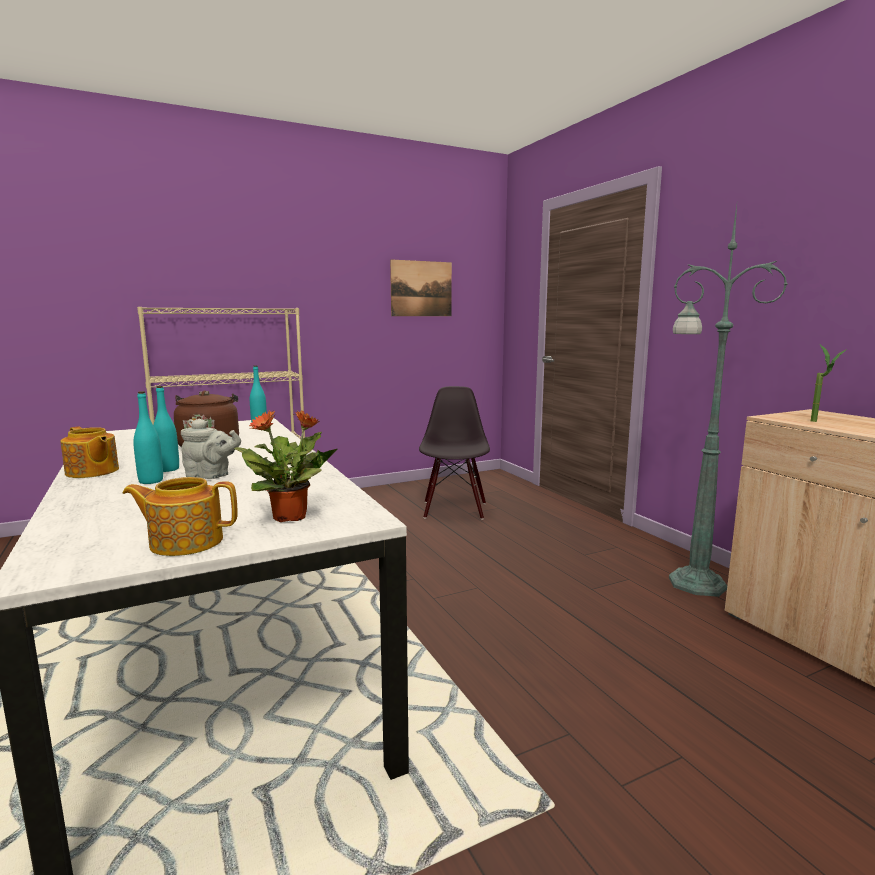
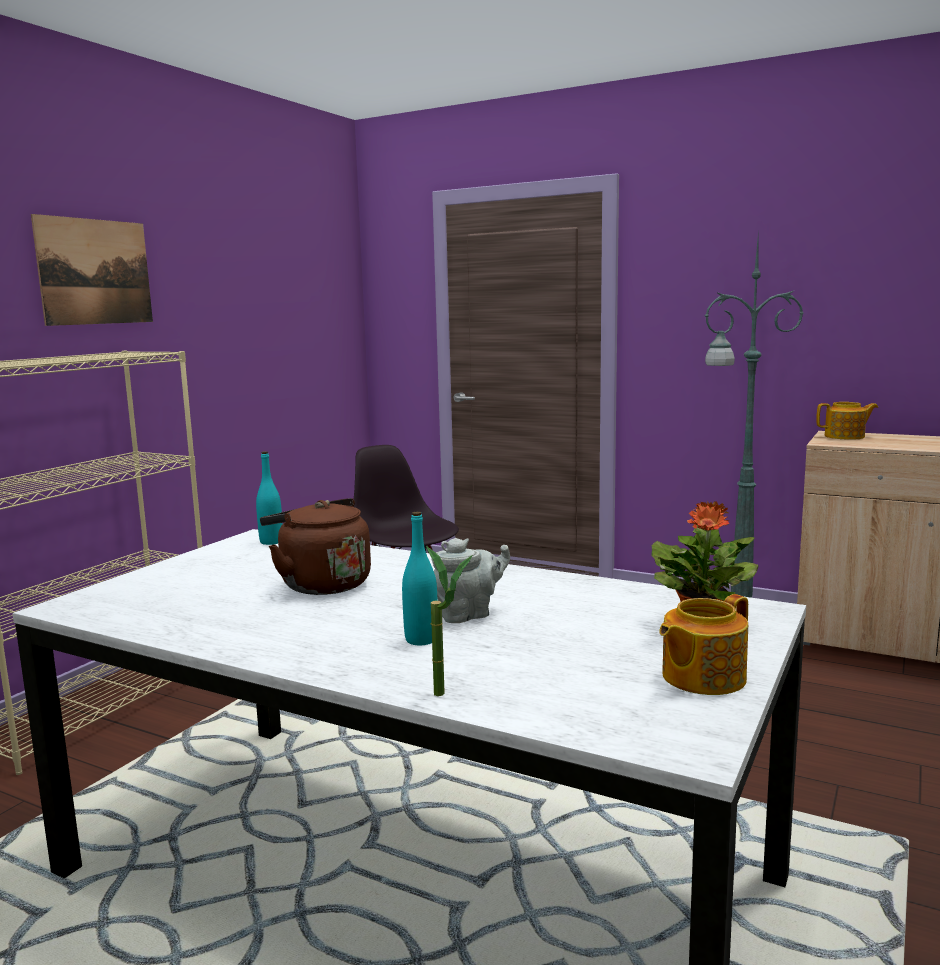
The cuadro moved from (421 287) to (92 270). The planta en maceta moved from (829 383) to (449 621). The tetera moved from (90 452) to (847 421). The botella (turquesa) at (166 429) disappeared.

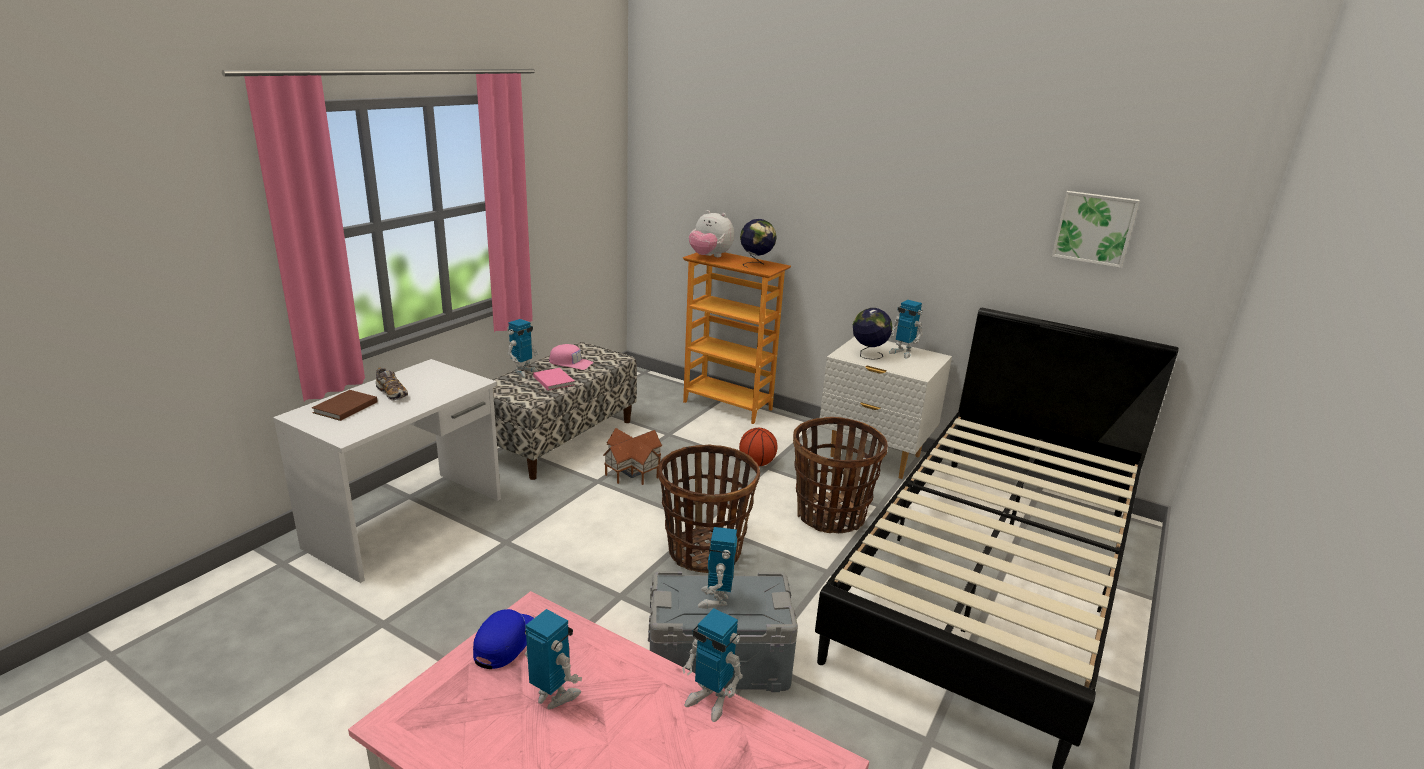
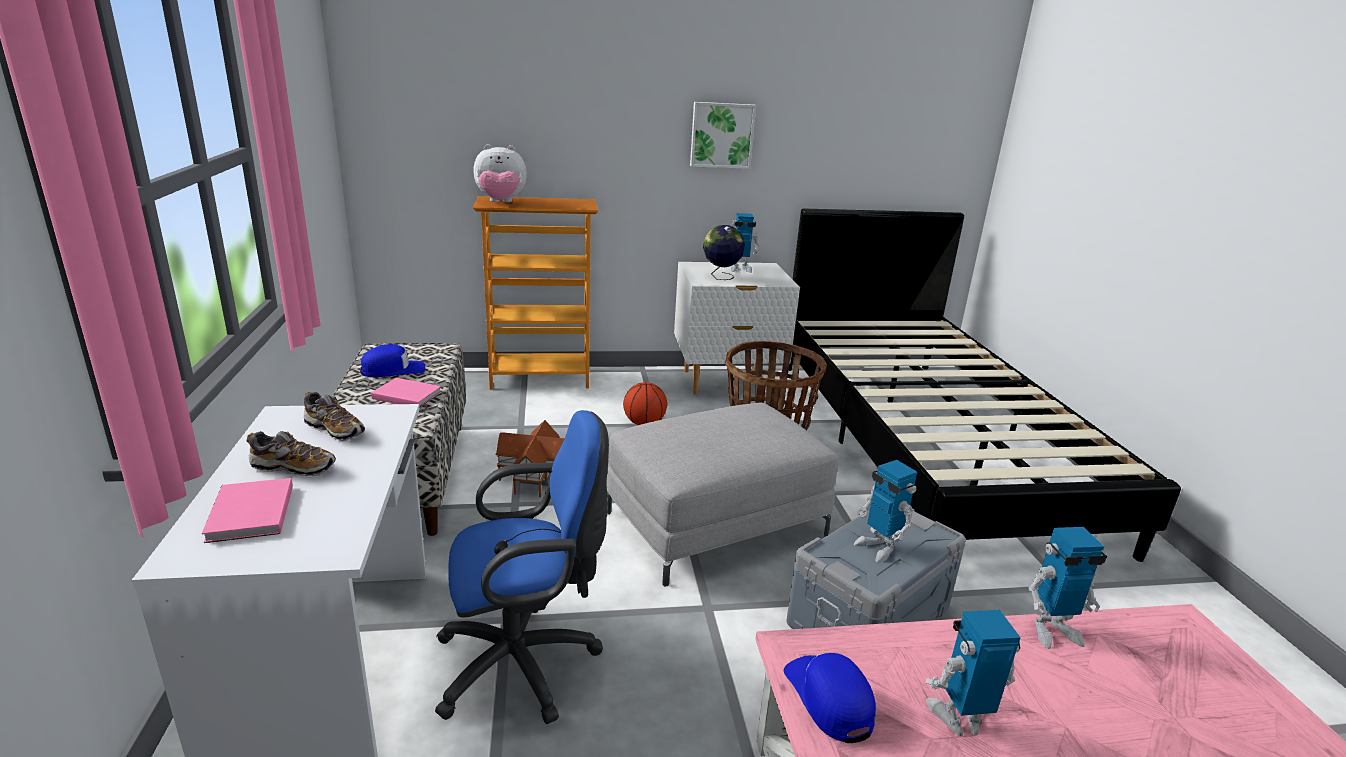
The libro (marrón) at (345 405) became the libro (rosa) at (247 510). The zapato at (334 416) appeared. The gorra (rosa) at (571 357) became the gorra (azul) at (392 360). The silla de oficina (azul) at (522 567) appeared. The cesta at (709 509) was replaced by the puf (gris) at (723 494). The cuadro moved from (1096 229) to (723 135). The robot de juguete at (522 348) disappeared. The globo terráqueo at (758 243) disappeared.

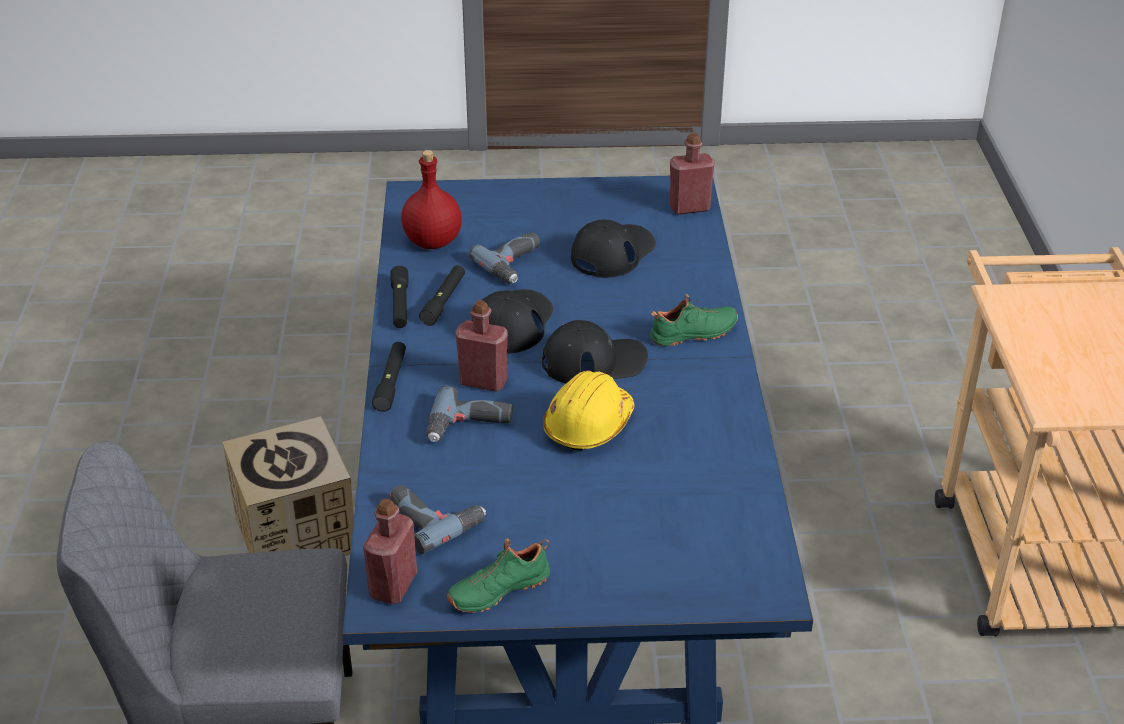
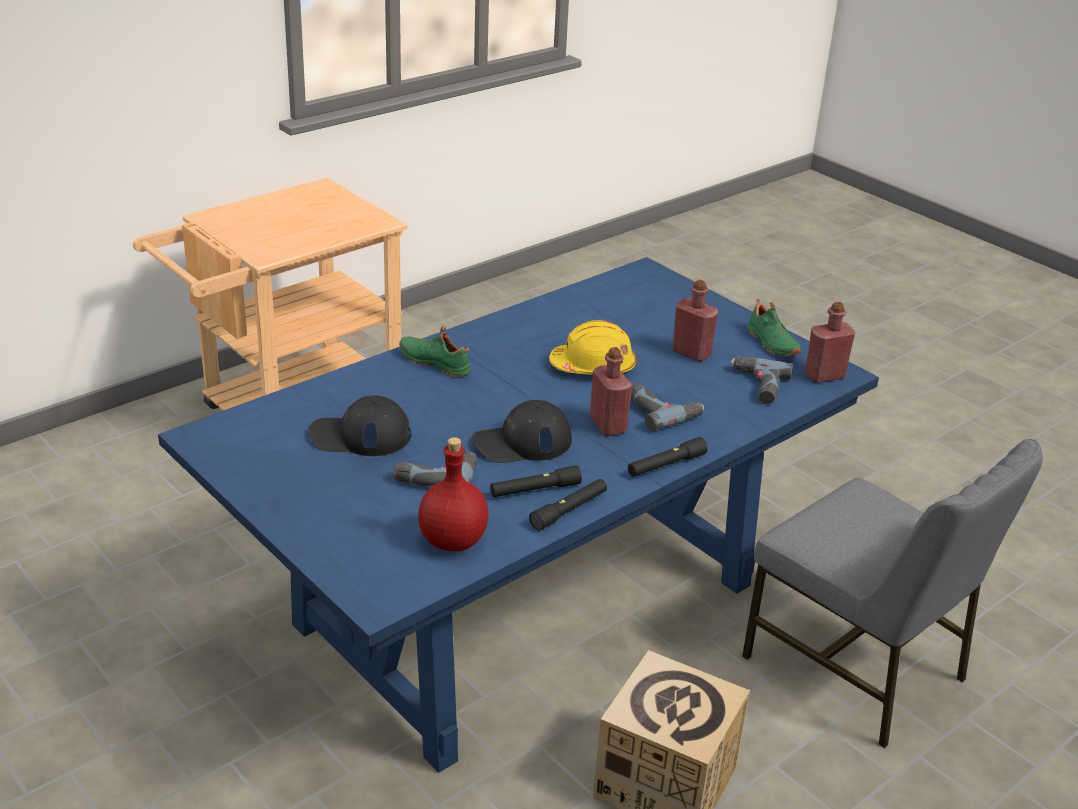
The botella (rojo) moved from (692 173) to (695 321). The zapato (verde) at (498 576) turned 45 degrees clockwise. The gorra (negro) at (595 352) disappeared.

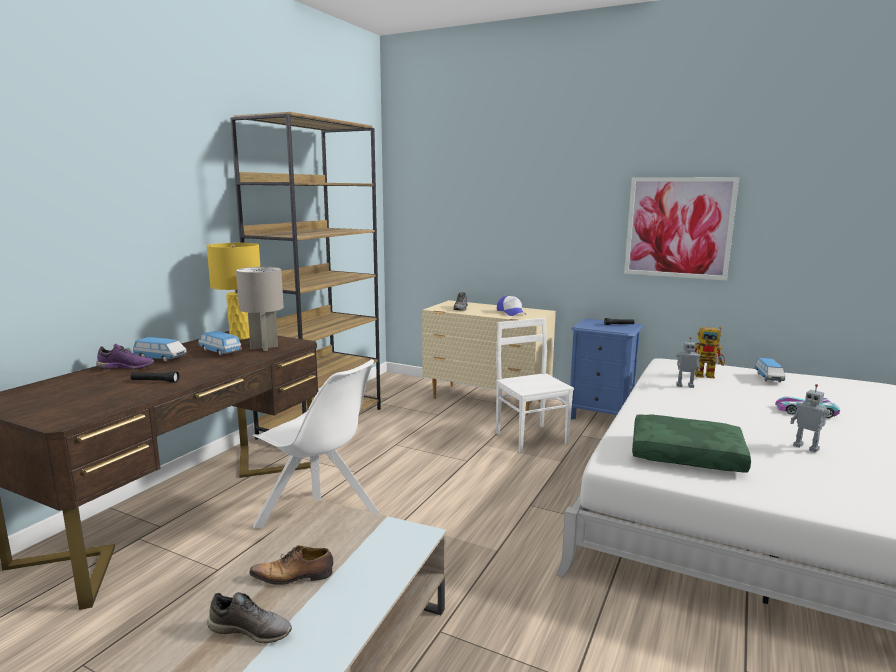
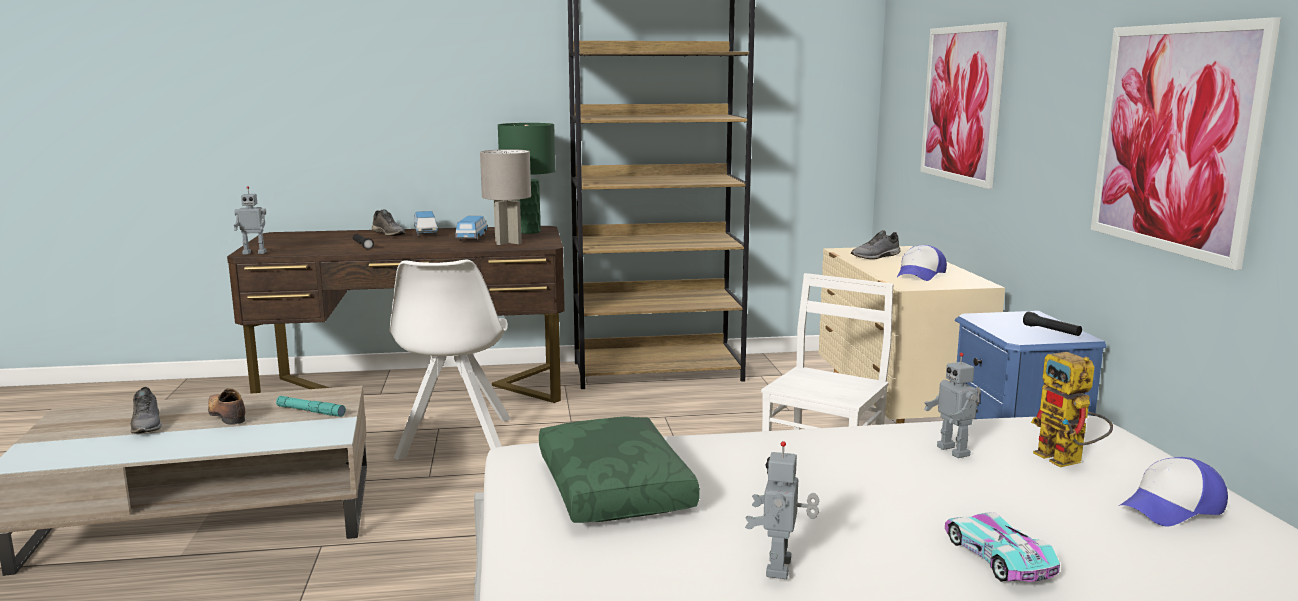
The robot de juguete at (250 220) appeared. The linterna (turquesa) at (311 406) appeared. The zapato (morado) at (125 356) became the zapato (gris) at (389 222). The lámpara de mesa (amarillo) at (233 291) became the lámpara de mesa (verde) at (526 178). The cuadro at (963 105) appeared. The coche de juguete at (770 370) was replaced by the gorra at (1173 492).

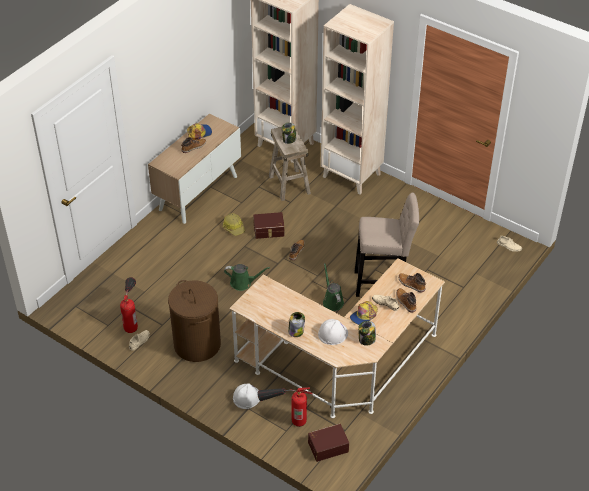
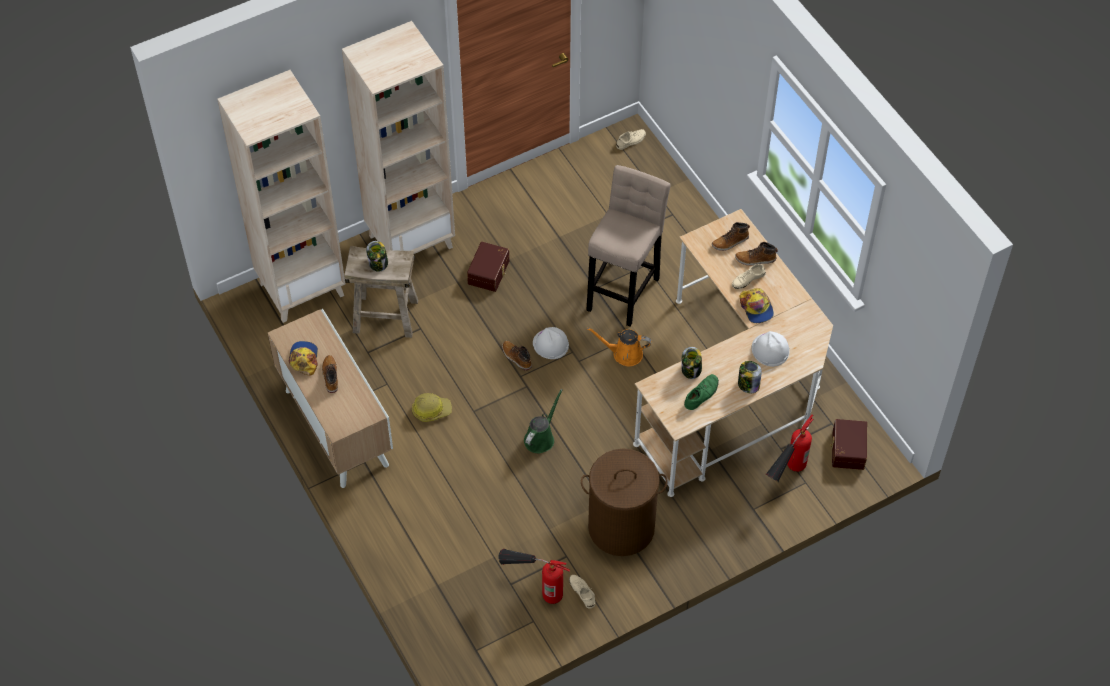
The caja de almacenaje (marrón) moved from (269 225) to (488 267). The casco (blanco) moved from (246 396) to (551 343). The regadera (verde) at (333 287) became the regadera (naranja) at (619 346). The tarro moved from (367 333) to (691 363). The zapato (verde) at (701 392) appeared.

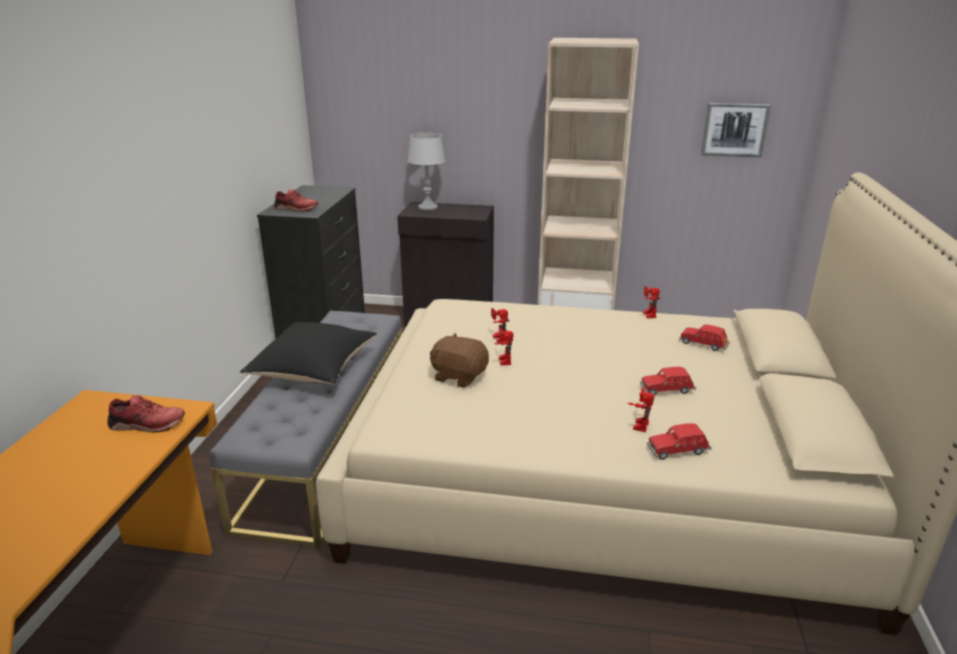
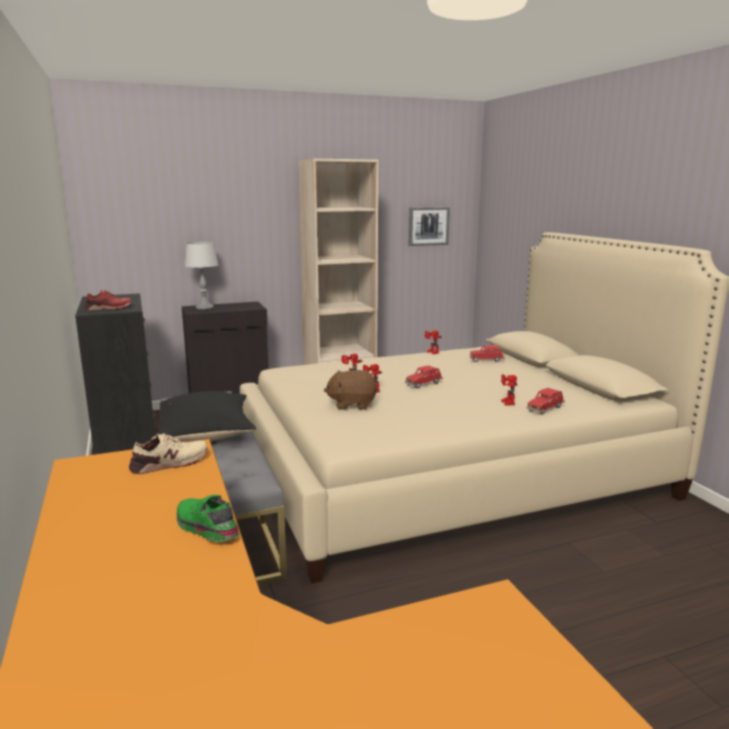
The zapato (rojo) at (146 414) became the zapato (beis) at (168 453). The zapato (verde) at (208 518) appeared. The coche de juguete (rojo) moved from (668 381) to (424 376).

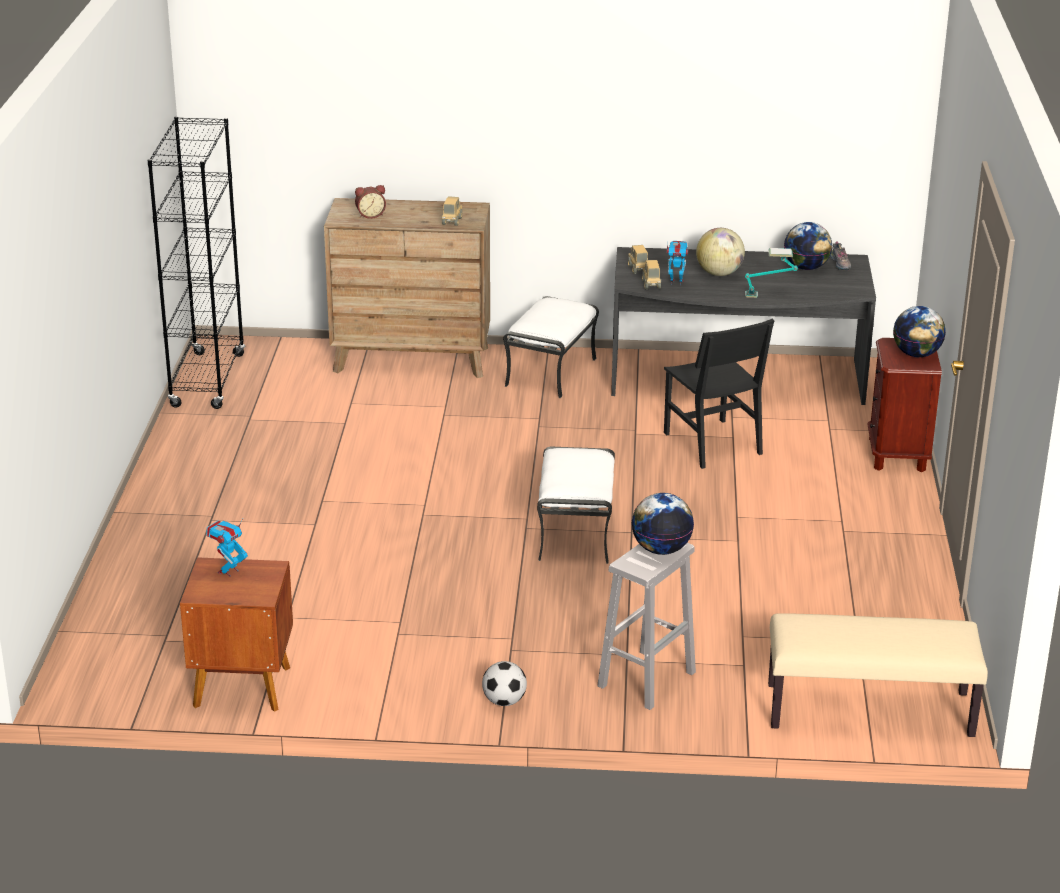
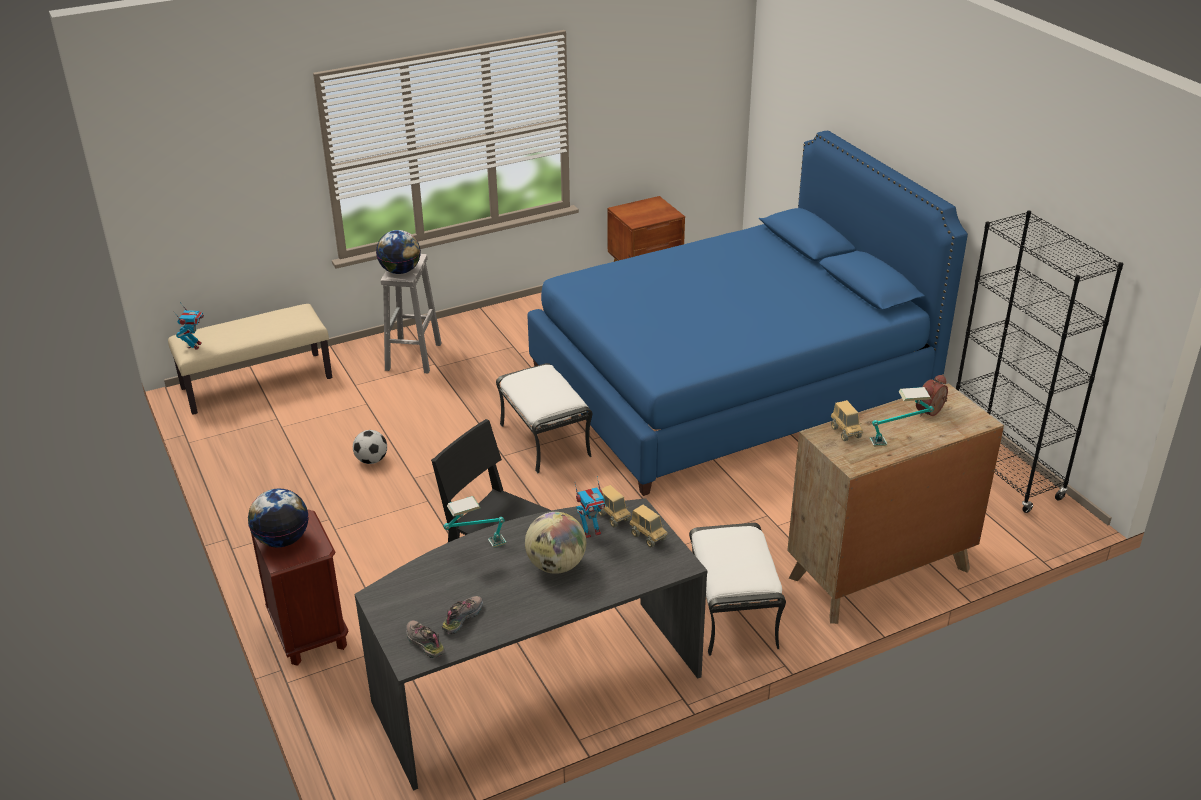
The robot de juguete moved from (227 548) to (189 326). The balón de fútbol moved from (504 683) to (370 447). The globo terráqueo at (808 246) was replaced by the zapato at (462 615). The cama (azul) at (747 313) appeared. The lámpara de mesa at (902 417) appeared.

